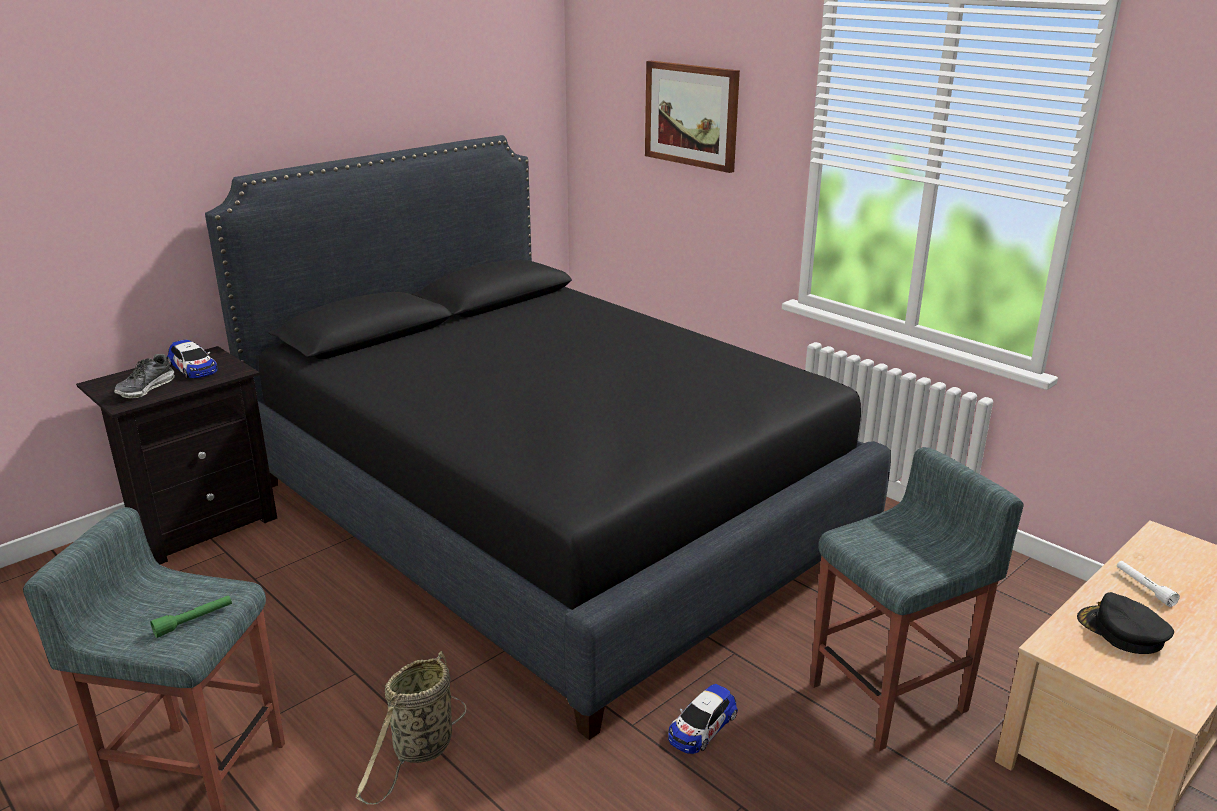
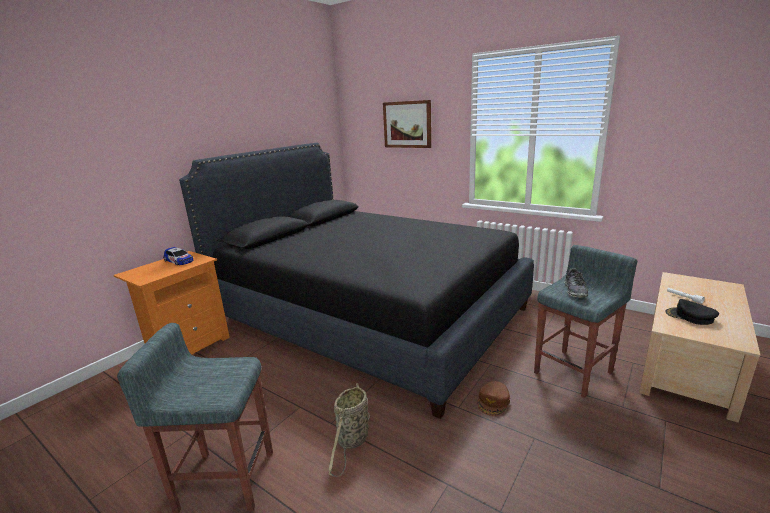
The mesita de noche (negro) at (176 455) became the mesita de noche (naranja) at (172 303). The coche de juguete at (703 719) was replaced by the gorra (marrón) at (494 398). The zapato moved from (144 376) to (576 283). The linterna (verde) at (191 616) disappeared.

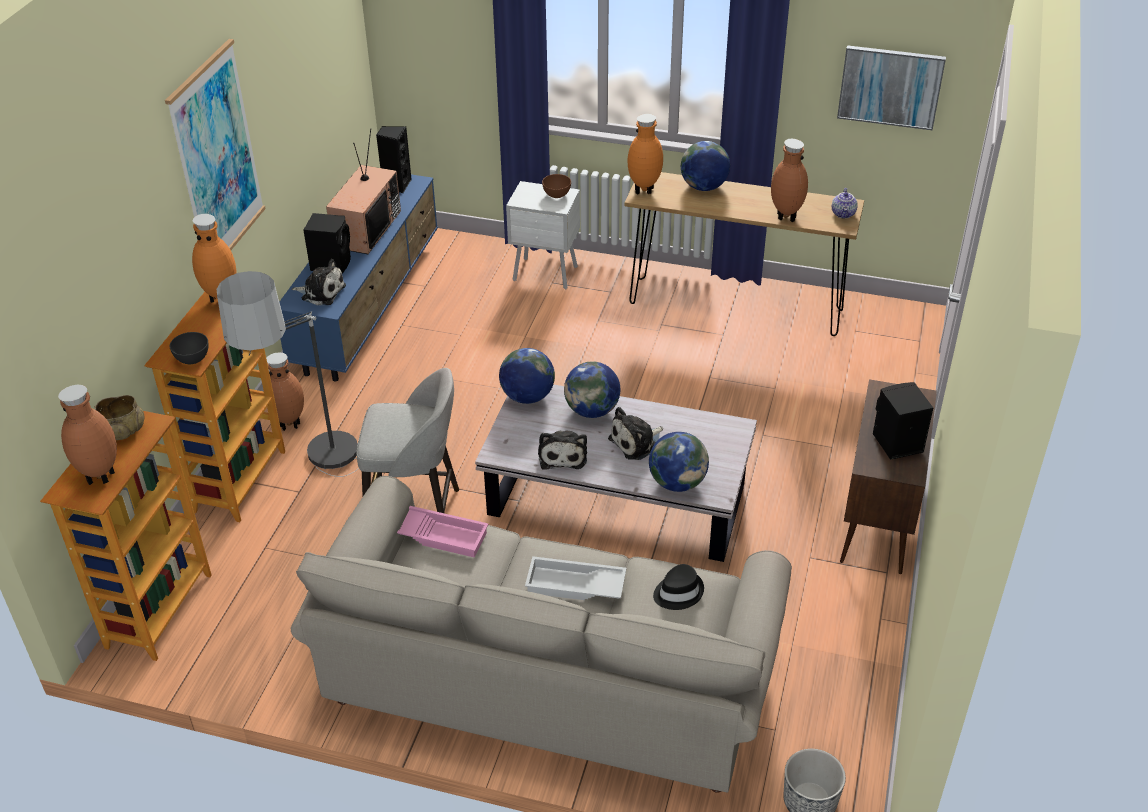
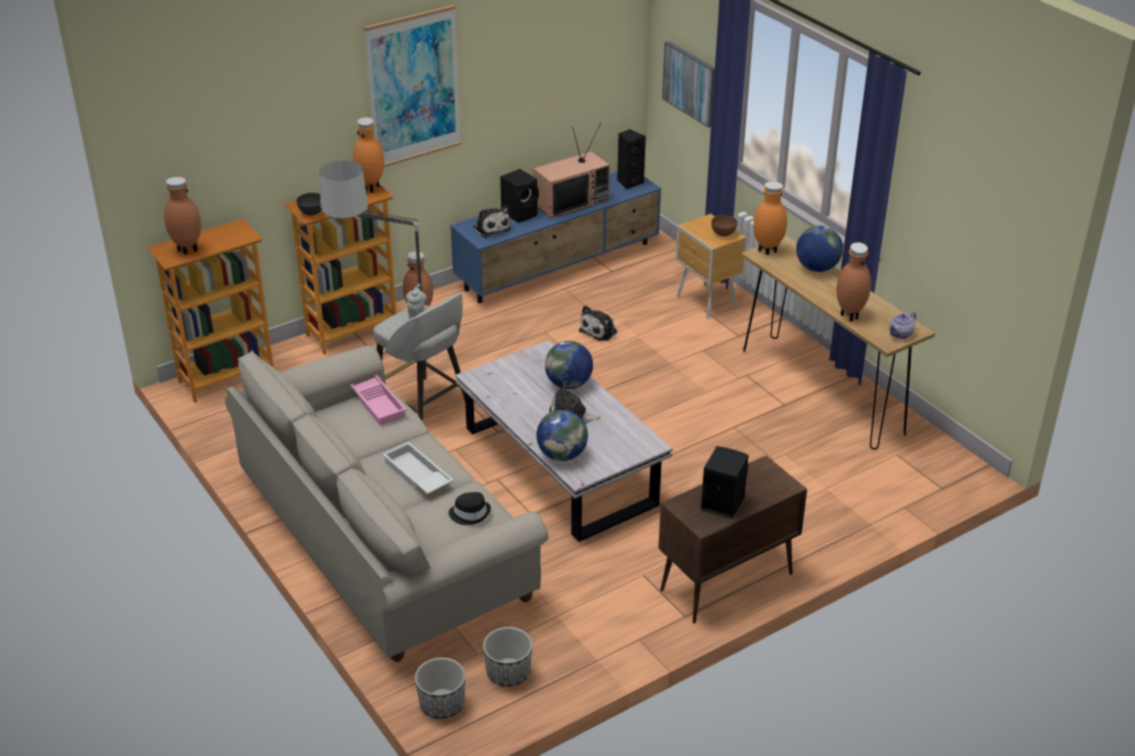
The tetera (gris) at (416 301) appeared. The maceta at (507 657) appeared. The peluche moved from (562 450) to (598 323). The cuadro moved from (891 87) to (688 84). The mesita de noche (blanco) at (543 235) became the mesita de noche (marrón) at (711 266). The cuenco (beis) at (119 417) disappeared. The globo terráqueo at (527 376) disappeared.

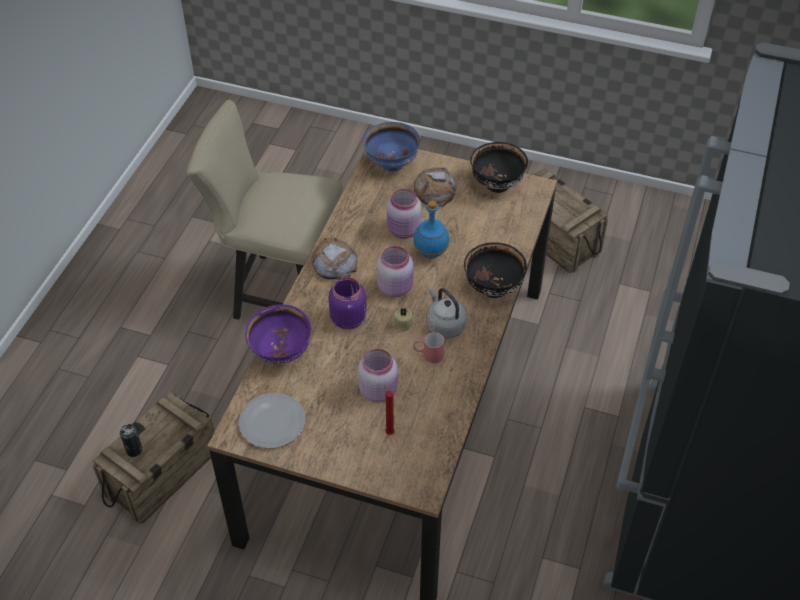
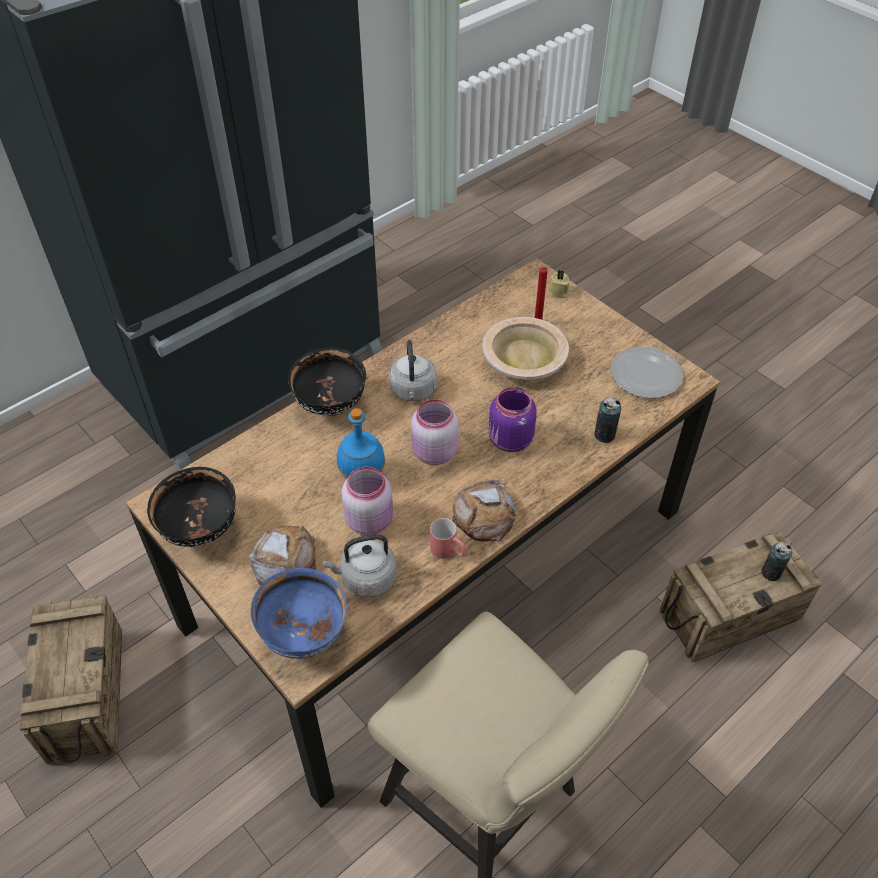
The hervidor (gris) at (359 565) appeared. The taza grande (rojo) moved from (428 347) to (448 538). The tarro (rosa) at (378 376) was replaced by the cuenco (beis) at (525 349). The vela (beis) moved from (402 320) to (559 284). The cuenco (morado) at (278 334) was replaced by the lata at (607 420).

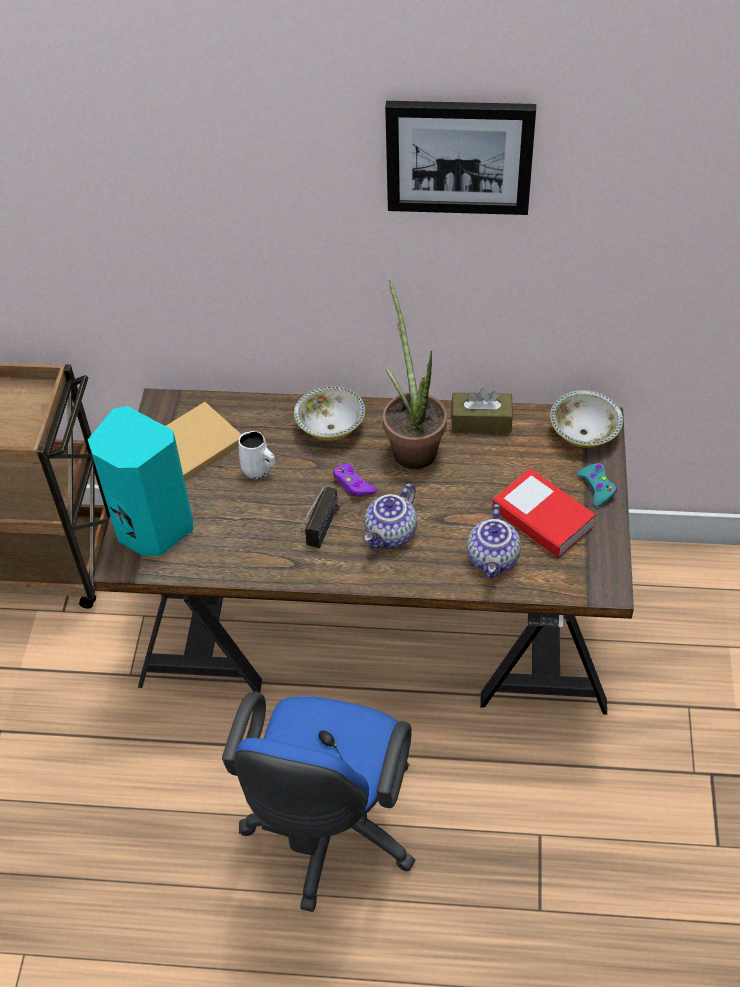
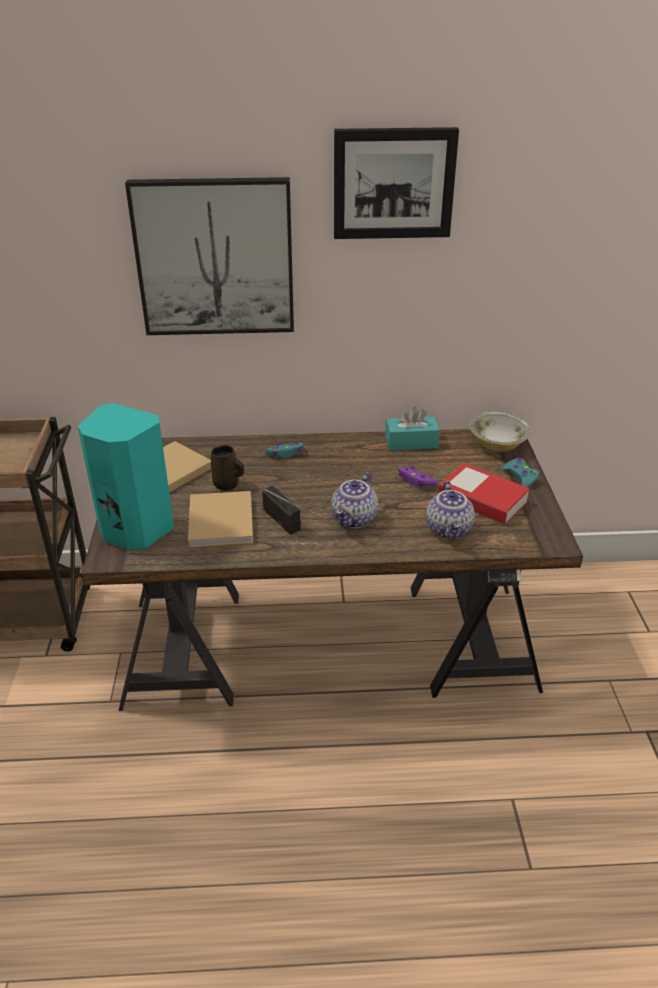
The cuadro at (209 256) appeared. The libro (beis) at (220 519) appeared. The taza grande (blanco) at (257 455) became the taza grande (marrón) at (227 468). The radio at (316 517) turned 45 degrees counterclockwise. The cuenco at (329 413) was replaced by the mando de consola (turquesa) at (284 450). The caja de pañuelos (marrón) at (482 411) became the caja de pañuelos (turquesa) at (412 428). The mando de consola (morado) moved from (355 480) to (418 476). The silla de oficina (azul) at (318 801) disappeared. The planta en maceta at (415 374) disappeared.

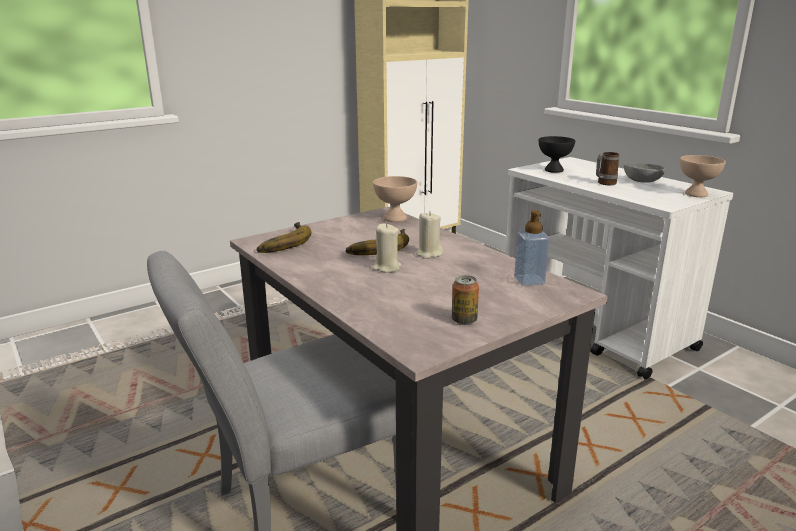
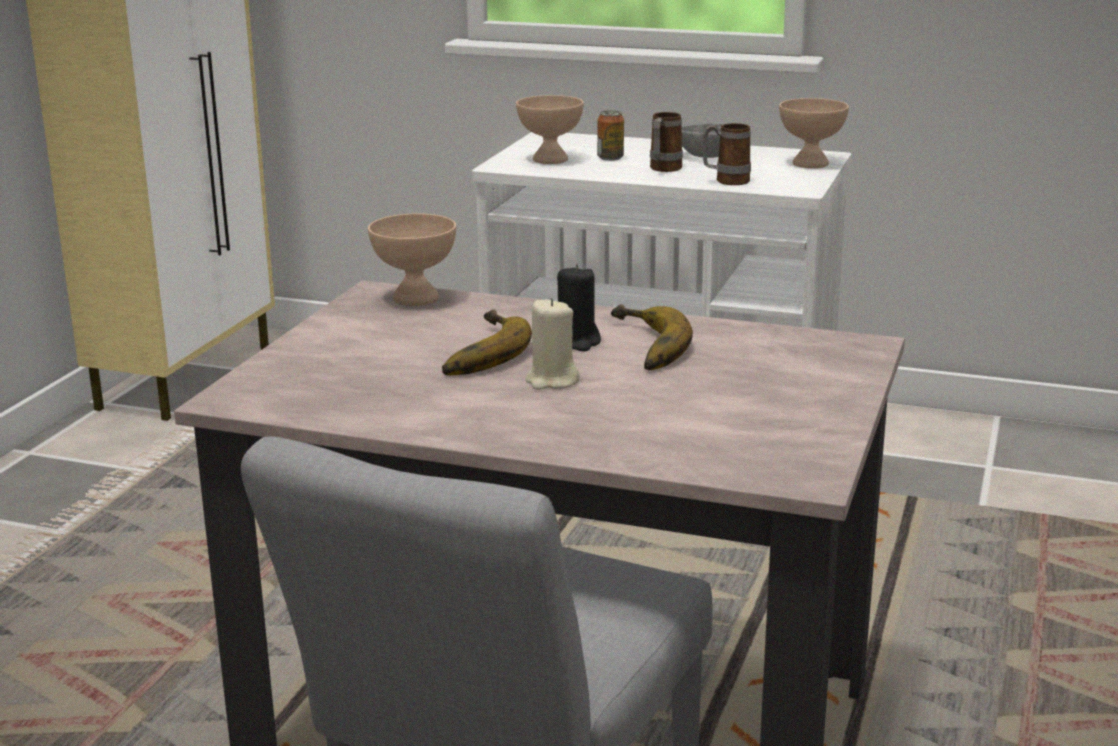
The cuenco (negro) at (557 154) became the cuenco (beis) at (550 129). The vela (beis) at (429 235) became the vela (negro) at (579 307). The lata moved from (465 300) to (610 135). The plátano moved from (284 237) to (652 337). The taza grande at (727 154) appeared. The dispensador de jabón at (531 248) disappeared.

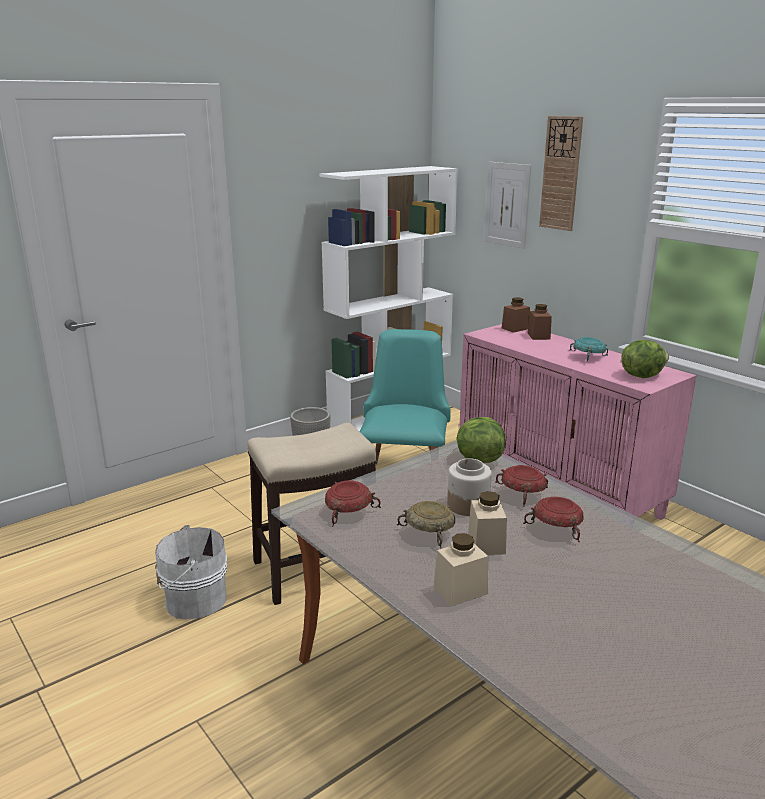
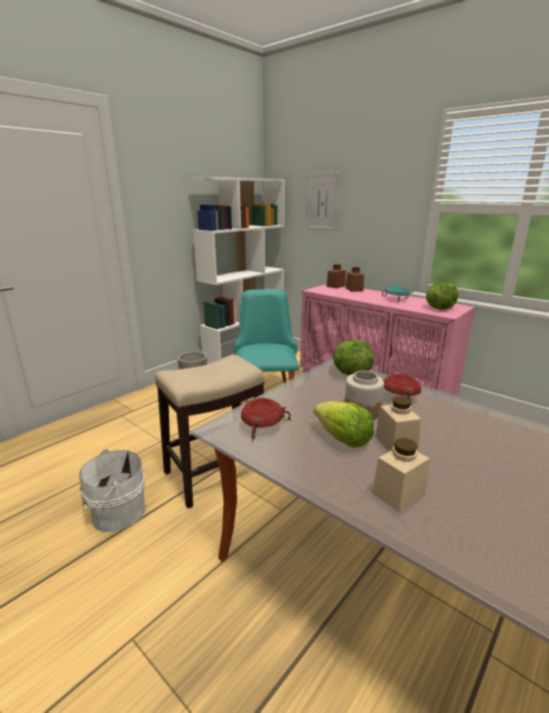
The cuenco (beis) at (426 525) was replaced by the lechuga at (343 424). The cuenco (rojo) at (553 519) disappeared. The reloj de pared at (561 173) disappeared.

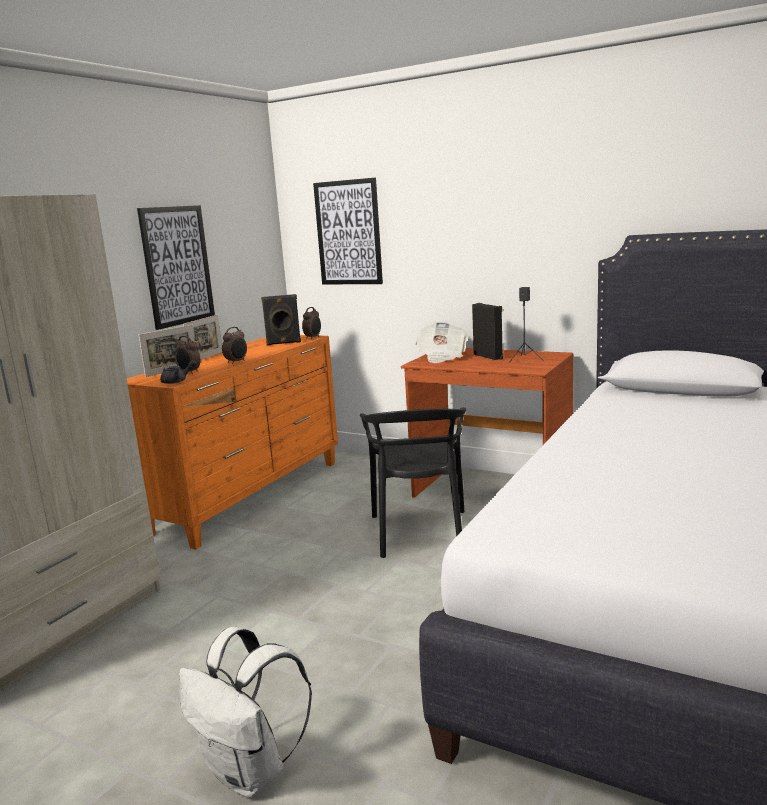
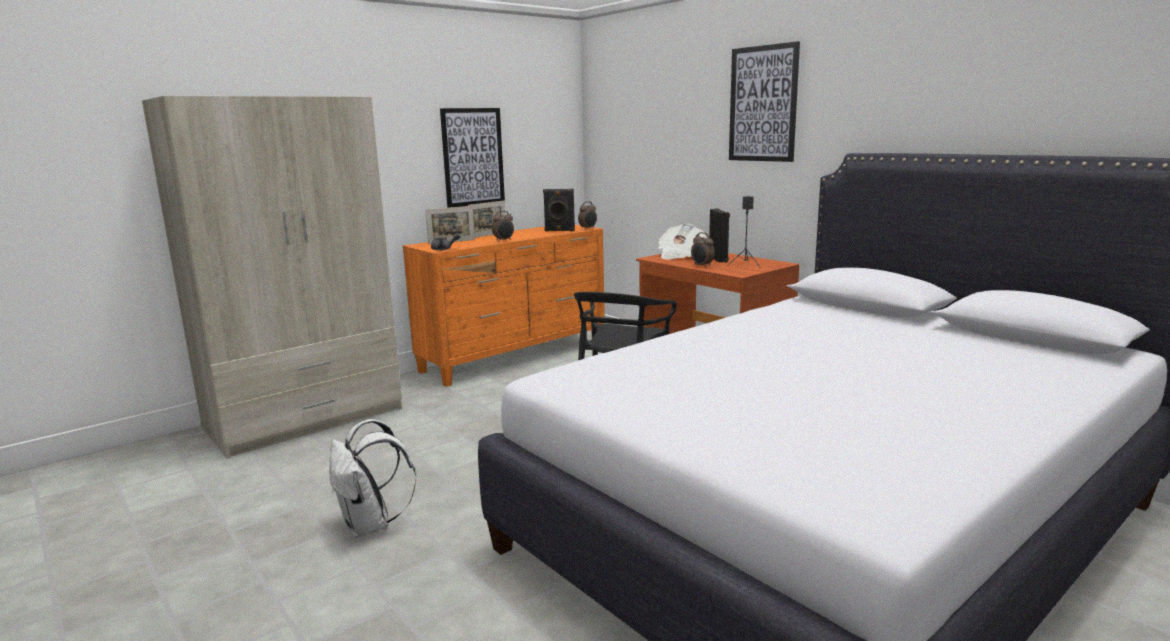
The despertador moved from (187 355) to (703 250). The cuadro moved from (348 231) to (764 101).

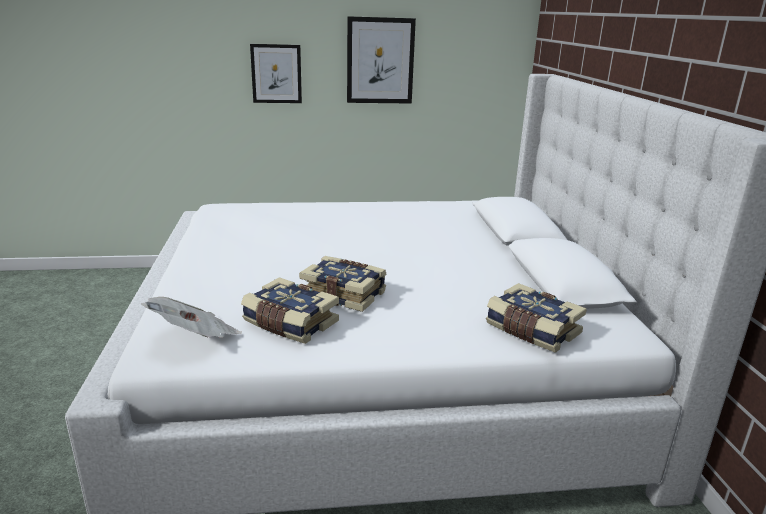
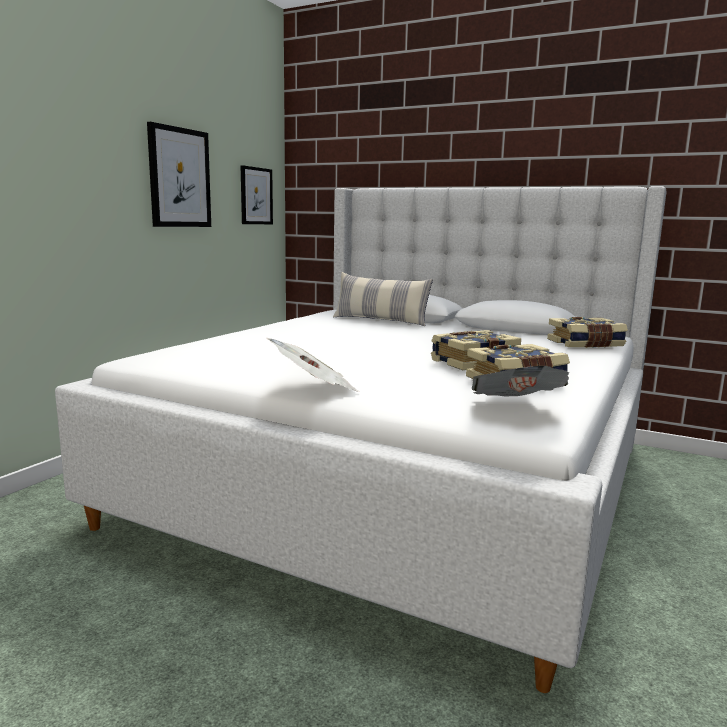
The cuadro moved from (276 73) to (256 194). The periódico at (313 365) appeared. The cojín at (383 299) appeared.

